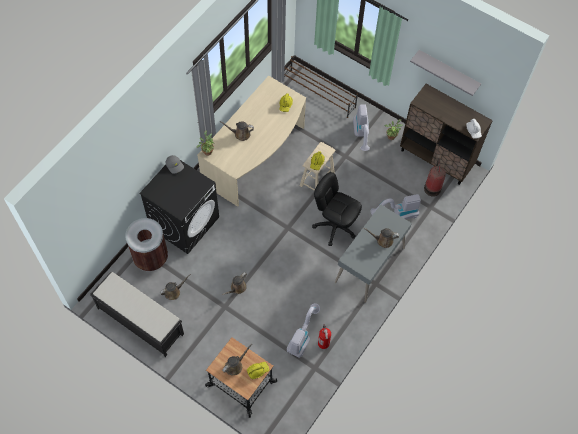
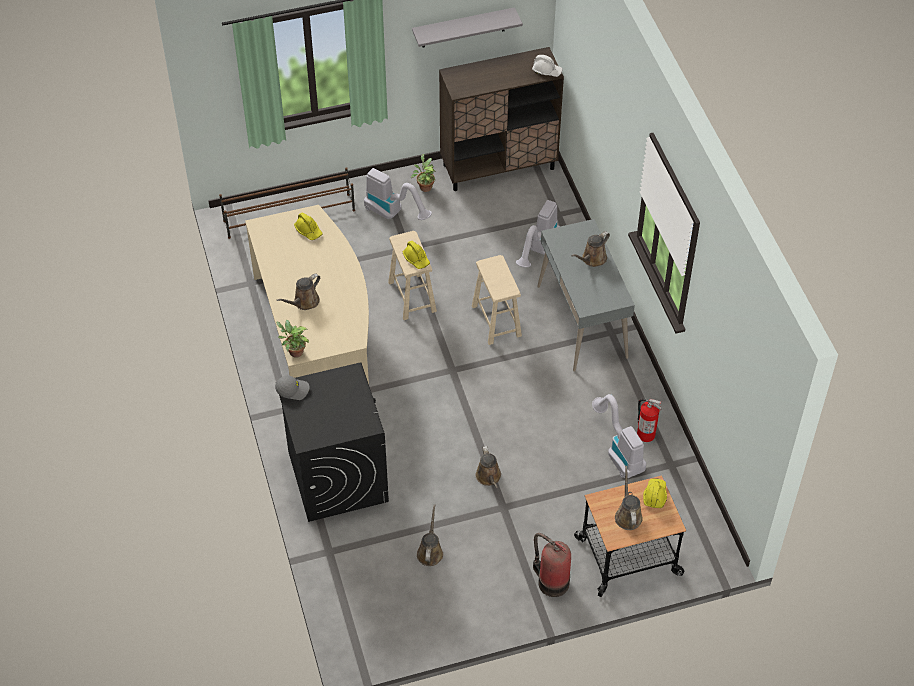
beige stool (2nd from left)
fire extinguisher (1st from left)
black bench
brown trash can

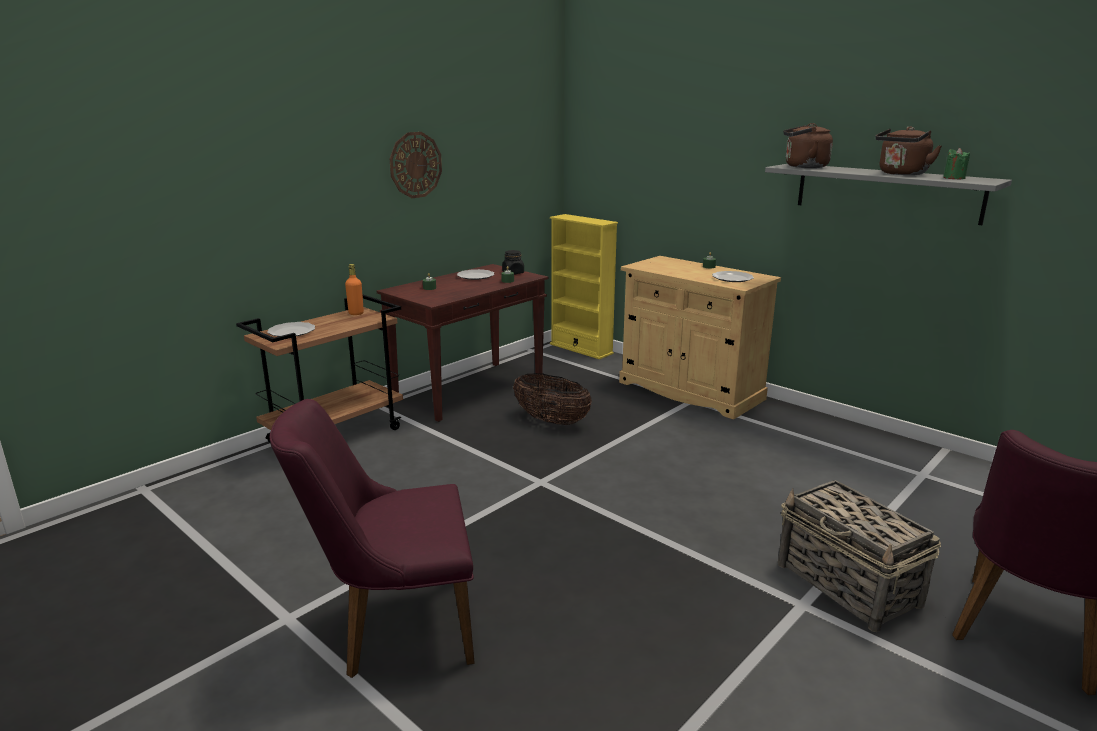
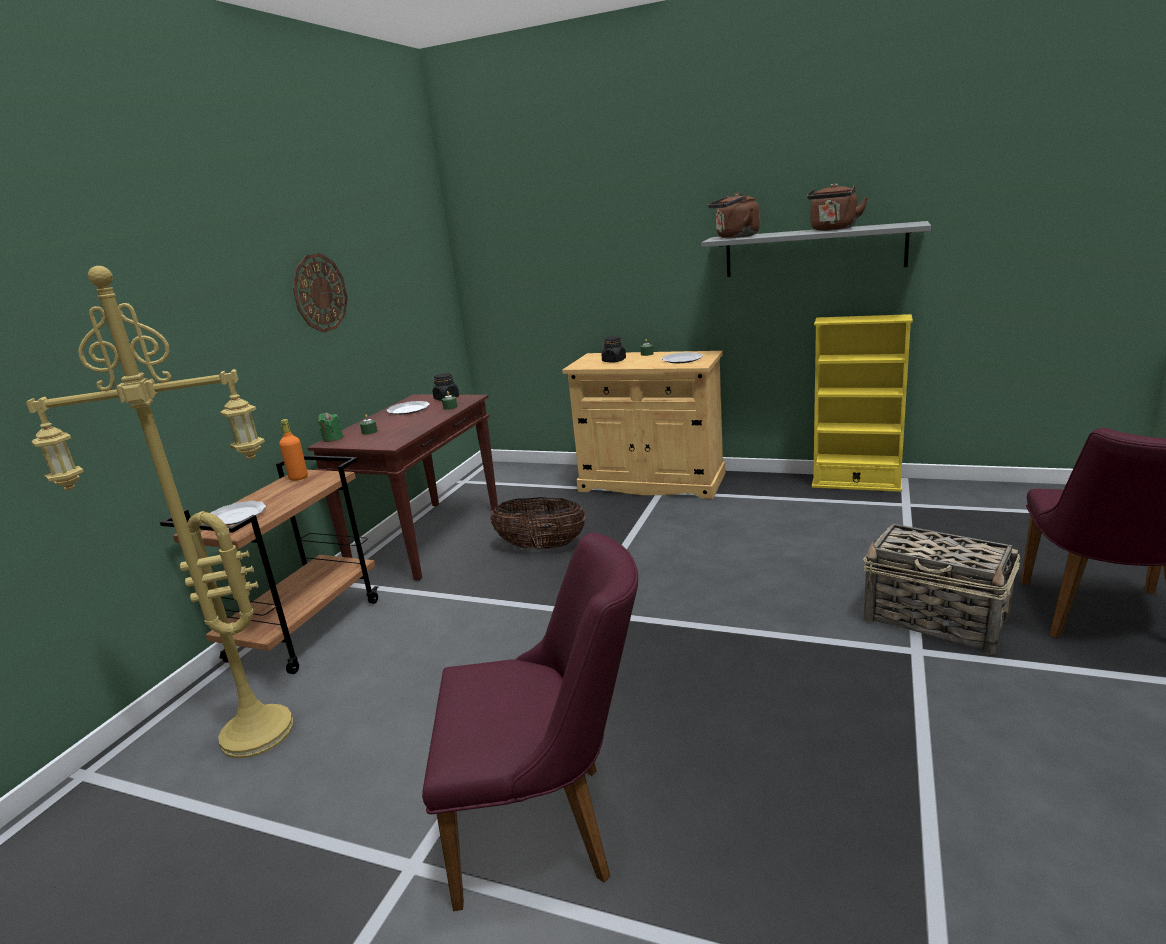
yellow floor lamp
green candle (1st from left)
purple chair (1st from left)
black jar (2nd from left)
yellow bookcase

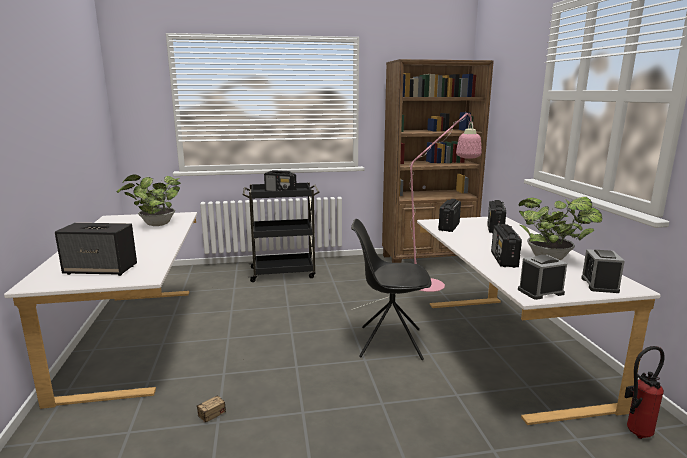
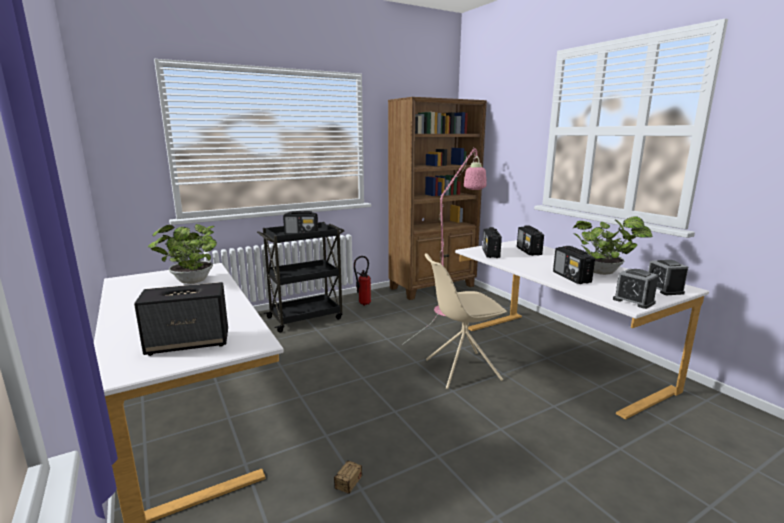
fire extinguisher
beige chair
alarm clock (1st from left)

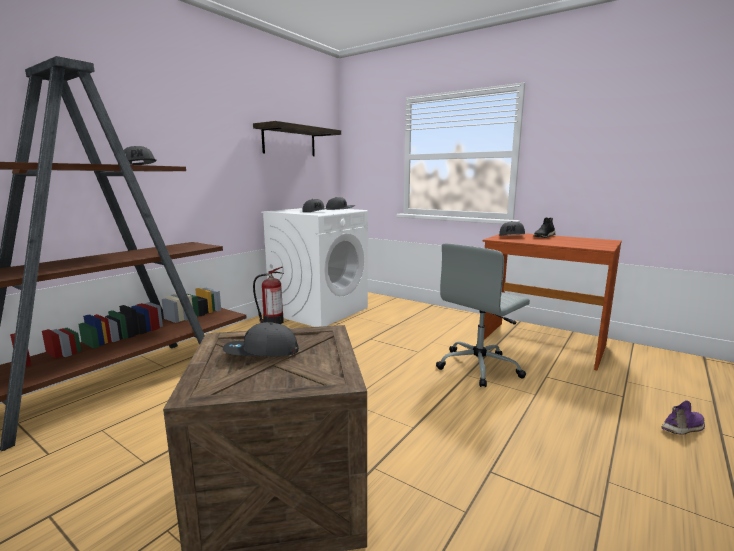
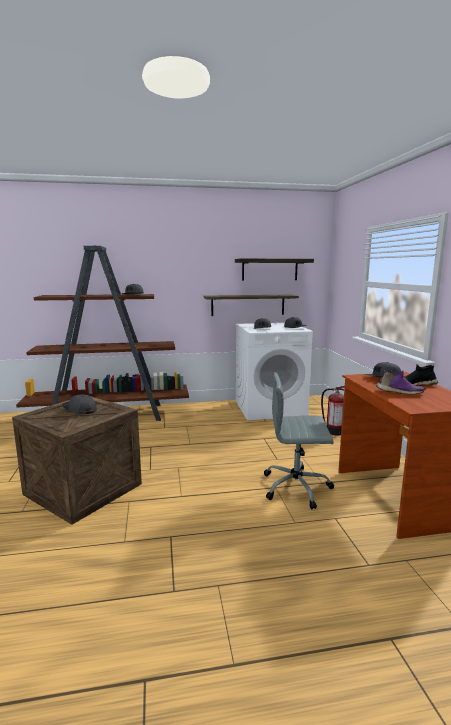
shelf (1st from left)
fire extinguisher
purple shoe

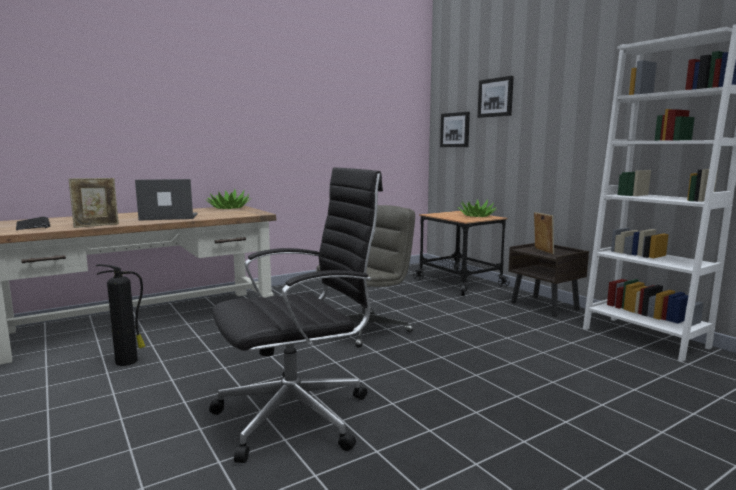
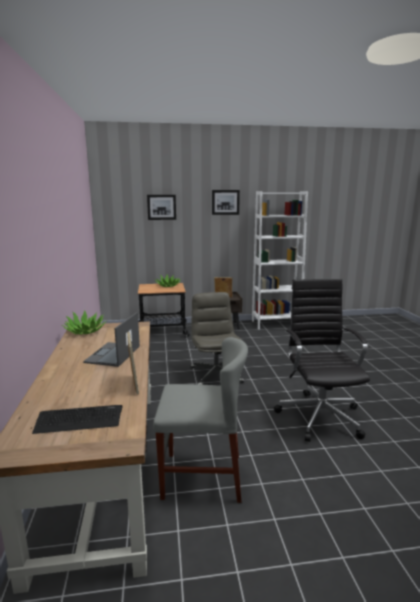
grey chair
picture (2nd from left)

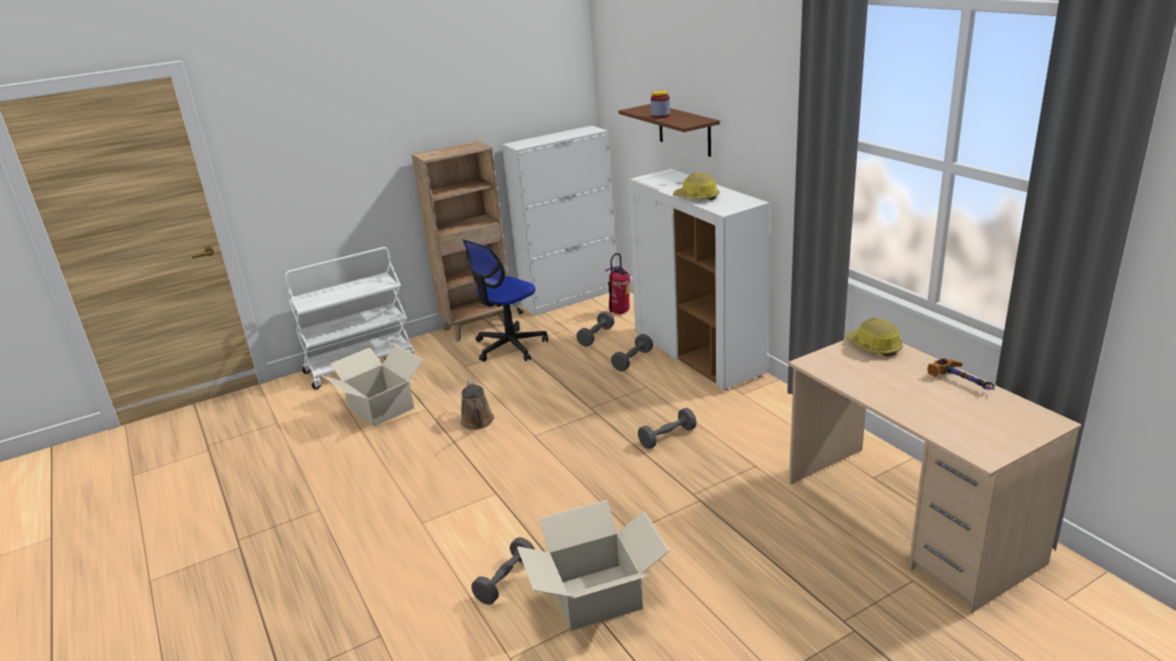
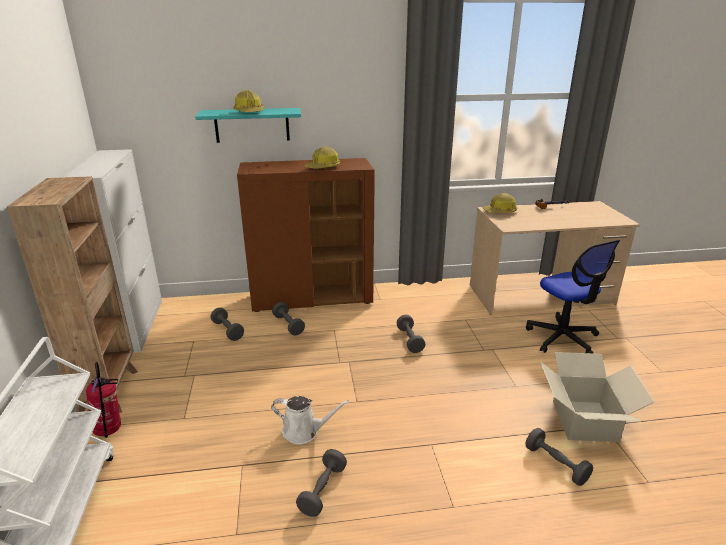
fire extinguisher
turquoise shelf
hard hat (1st from left)
brown cabinet
white watering can
grey dumbbell (3rd from left)
office chair
cardboard box (1st from left in the first image)

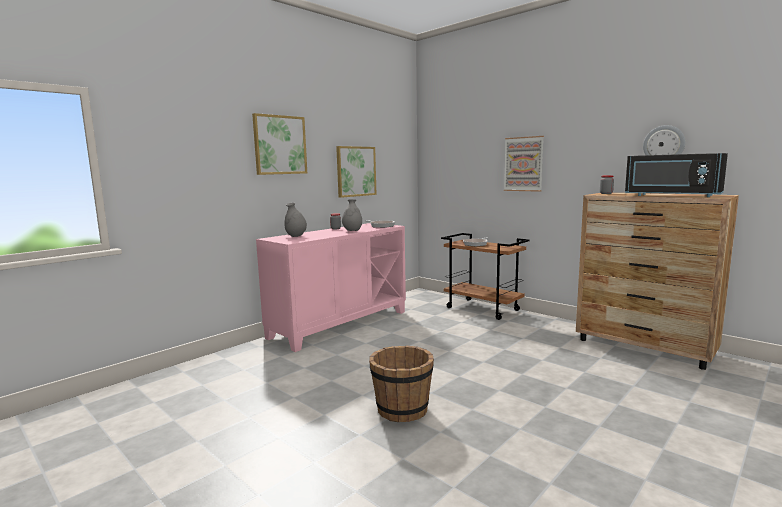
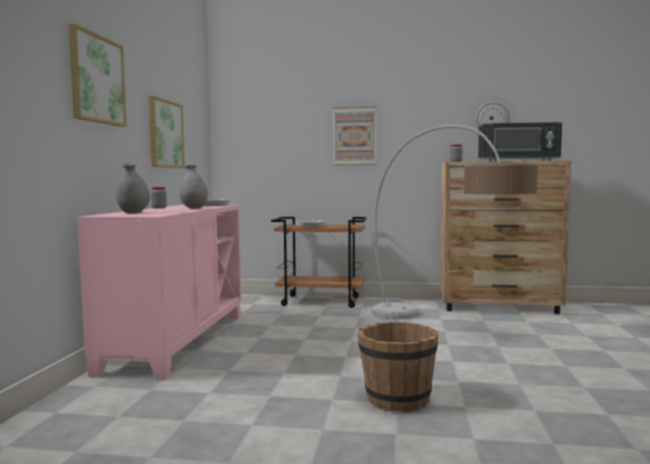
floor lamp

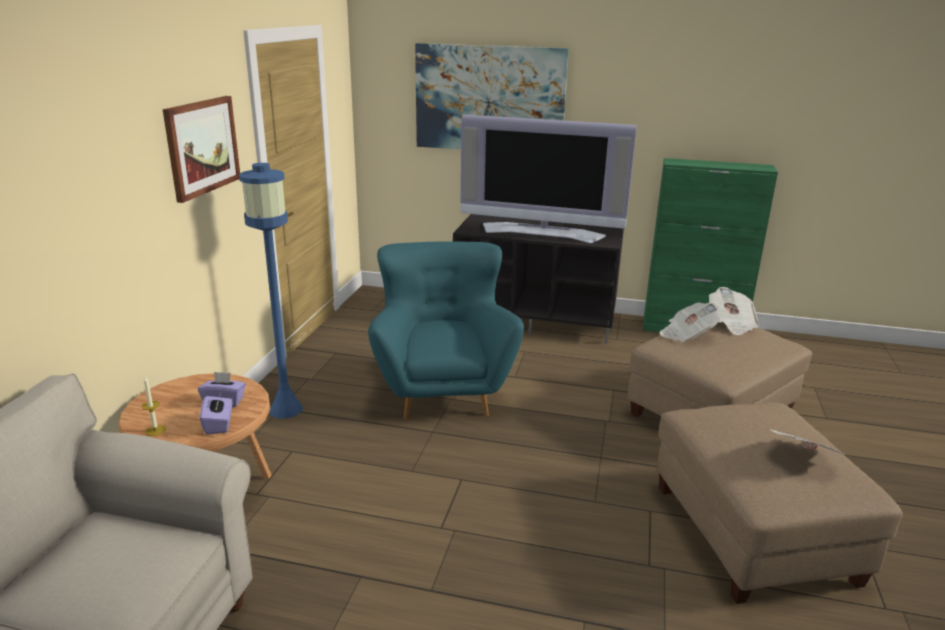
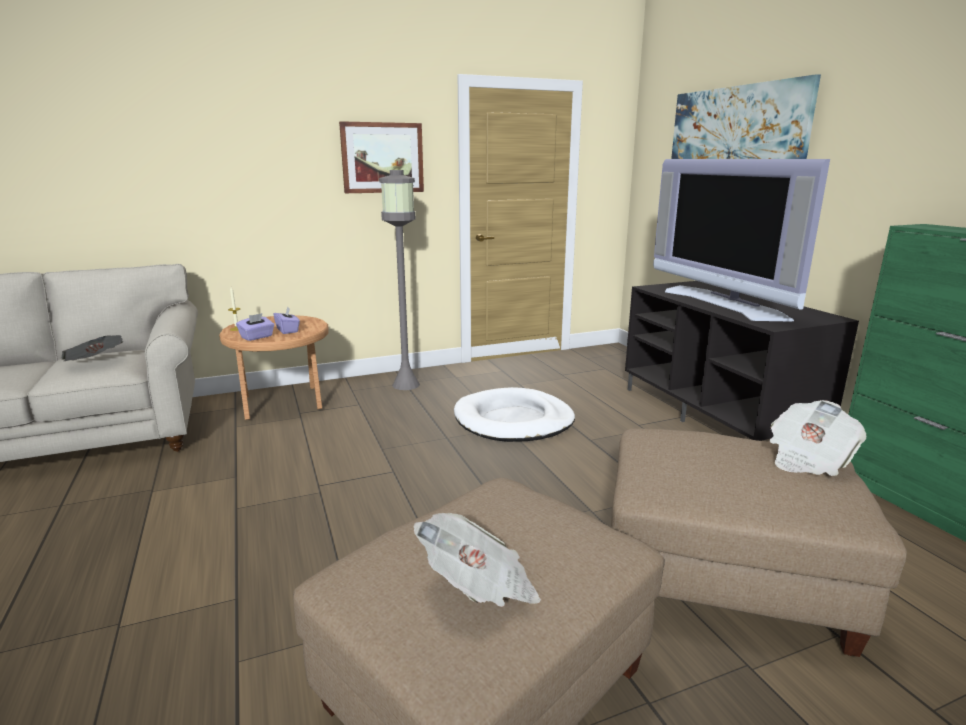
newspaper (1st from left)
grey floor lamp
white dog bed

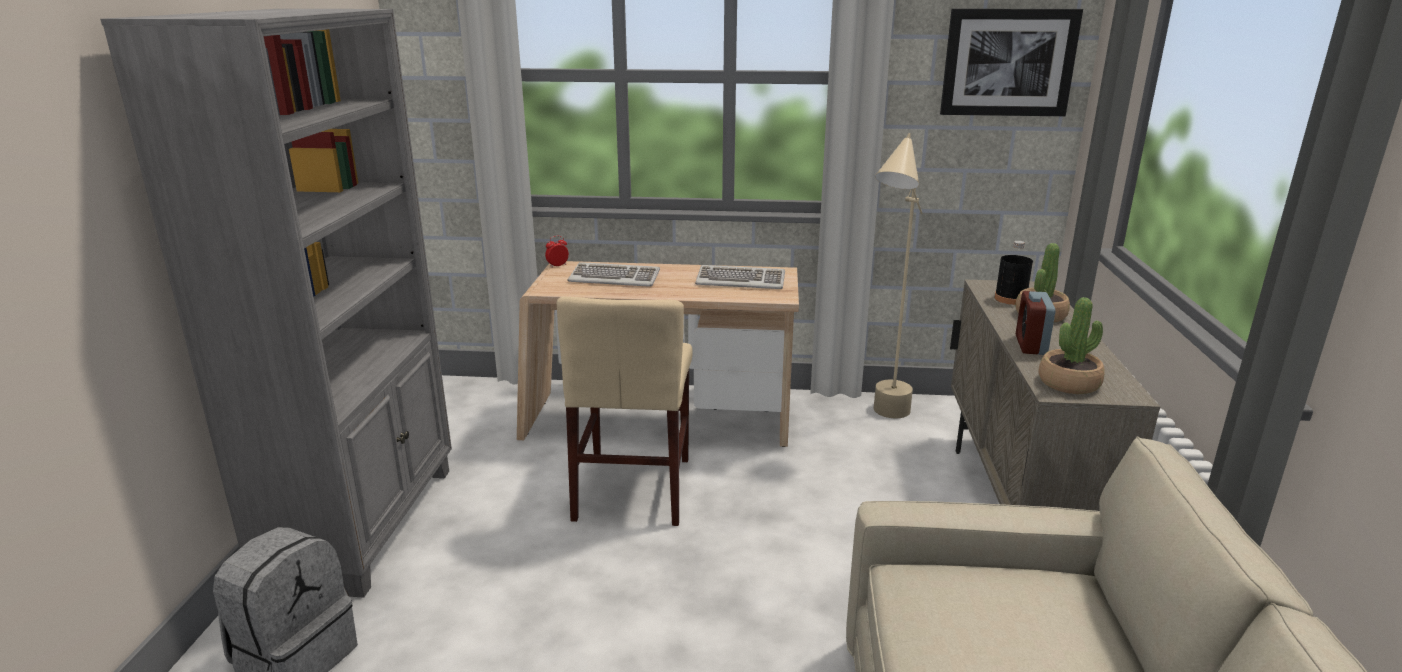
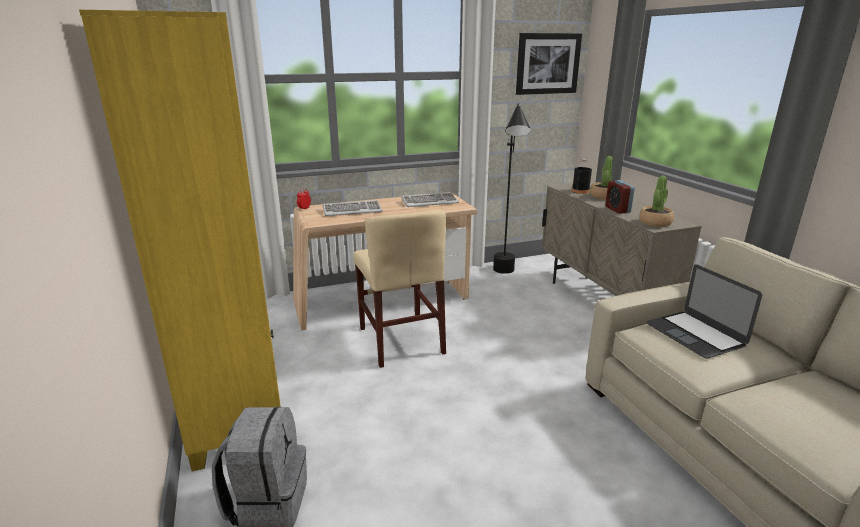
yellow bookcase
black floor lamp
laptop

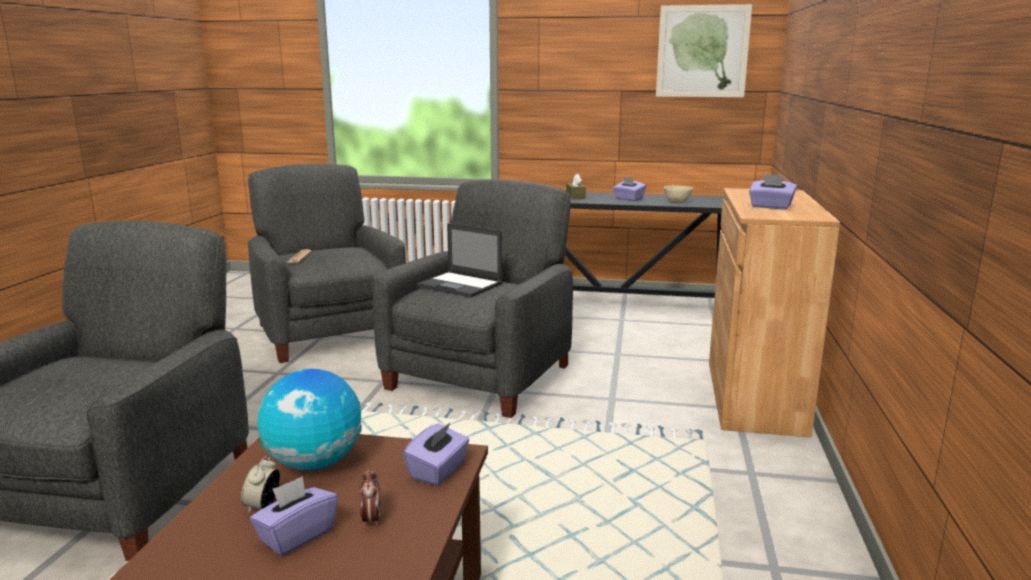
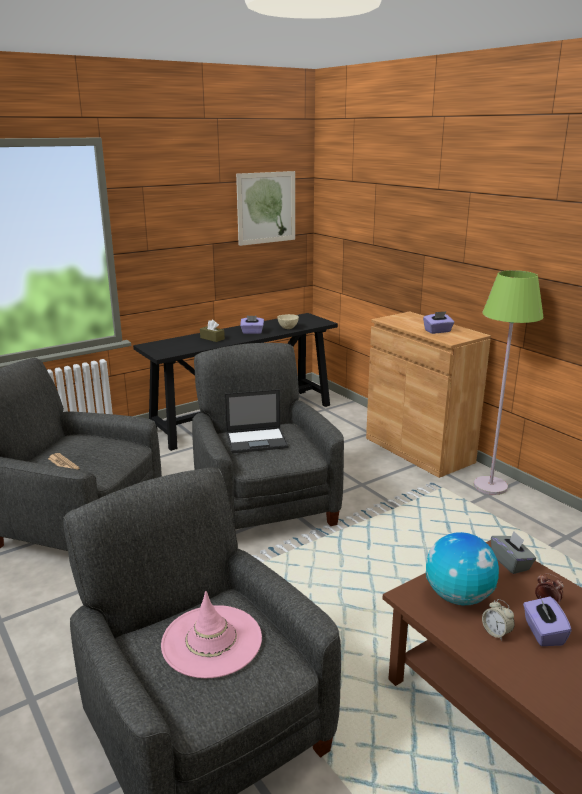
pink hat
green floor lamp
grey tissue box

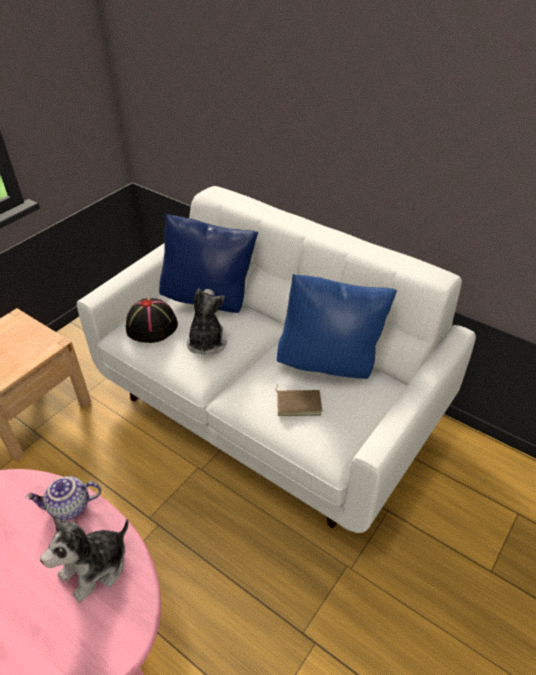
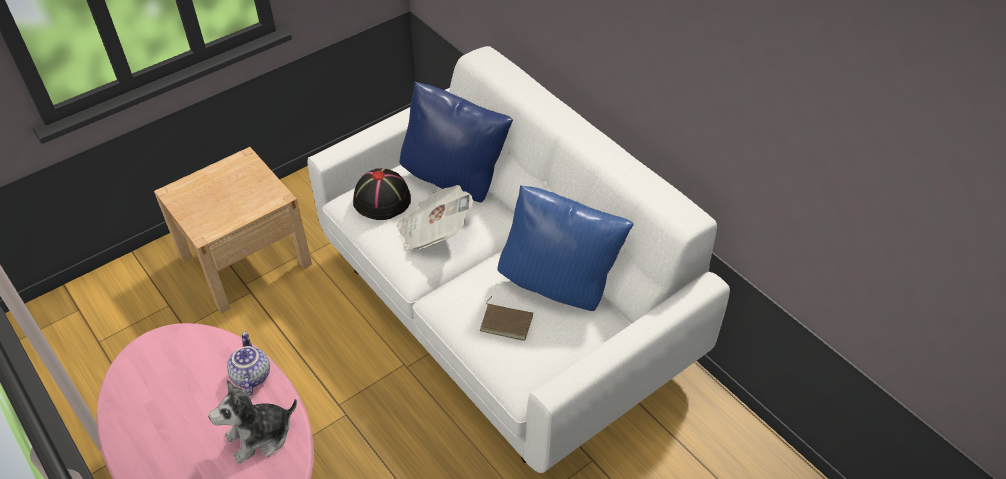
teapot
newspaper

